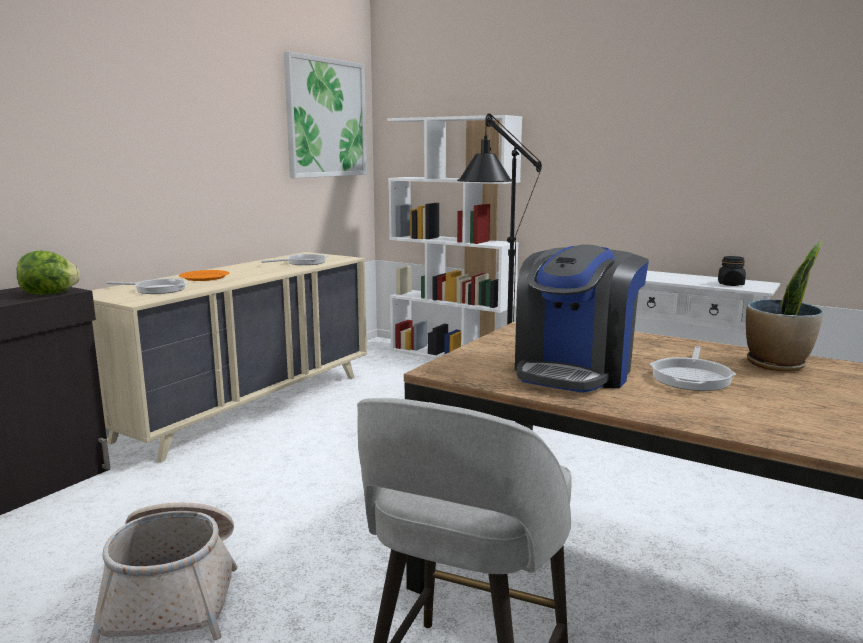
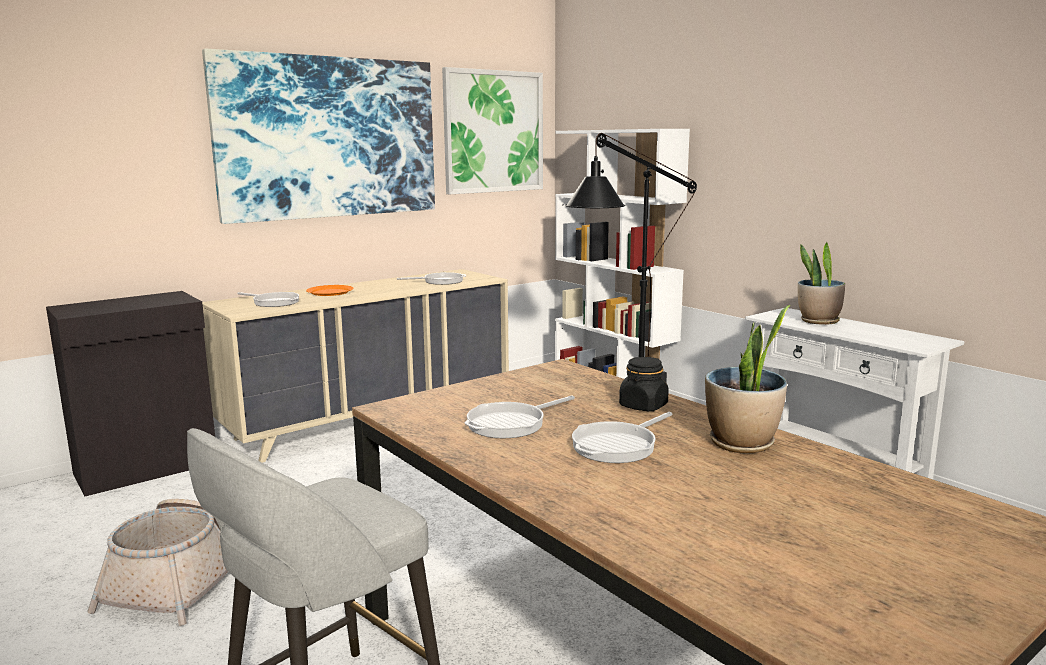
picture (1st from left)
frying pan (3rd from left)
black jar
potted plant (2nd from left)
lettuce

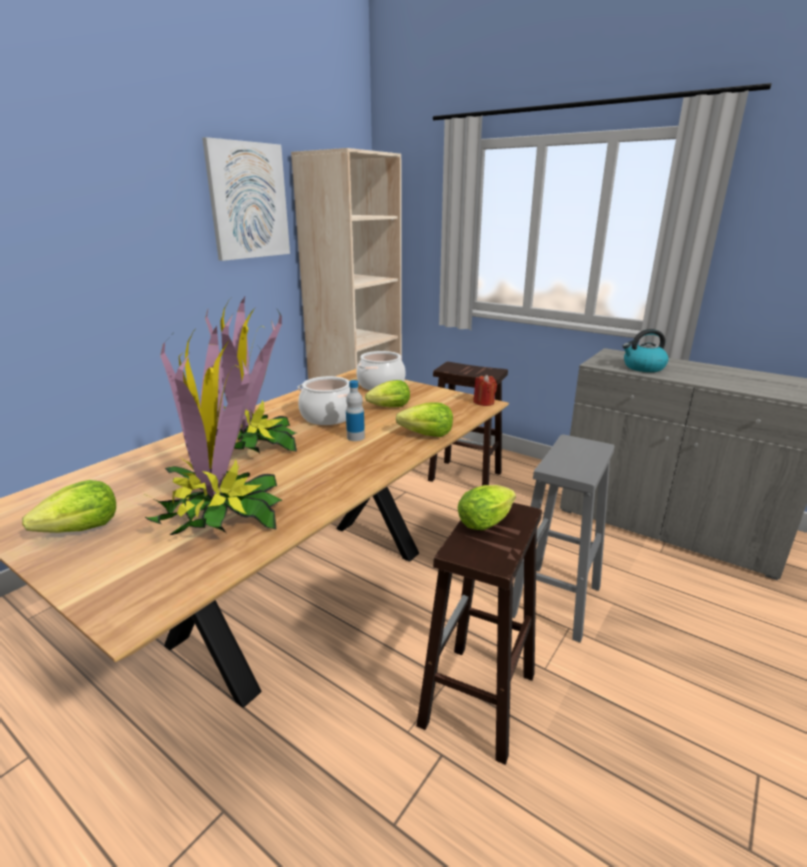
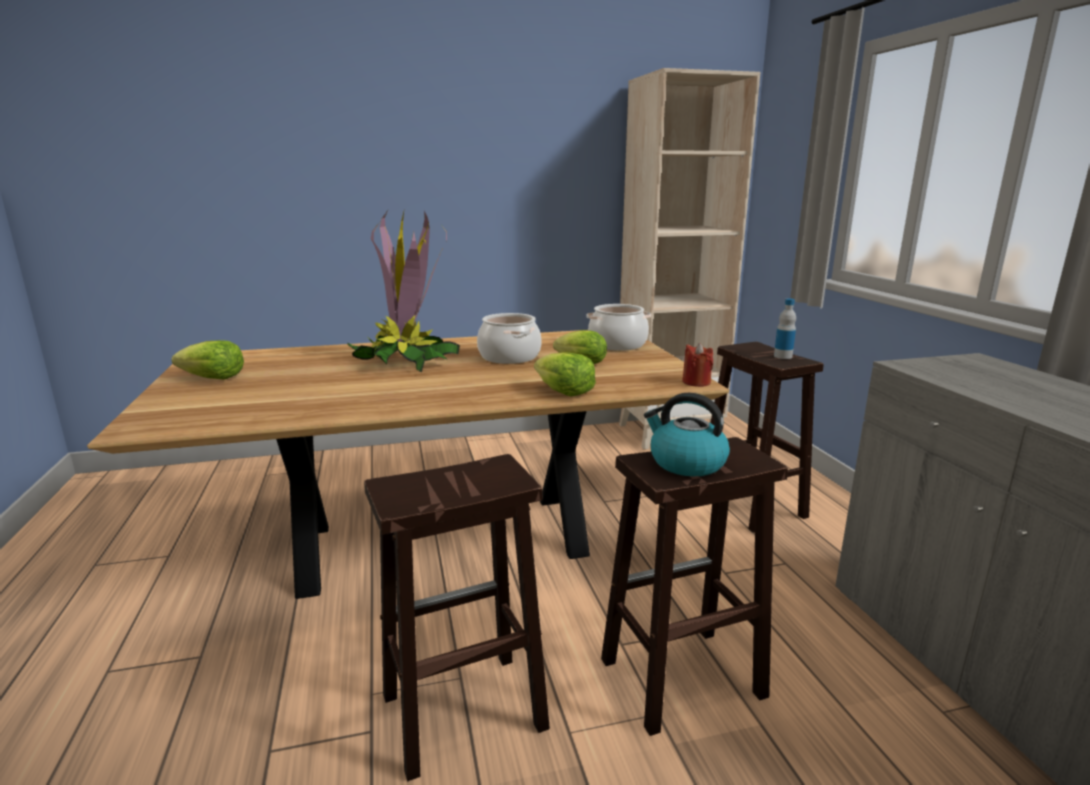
brown stool (2nd from left)
kettle
bottle
potted plant (1st from left in the first image)
picture
lettuce (4th from left in the first image)

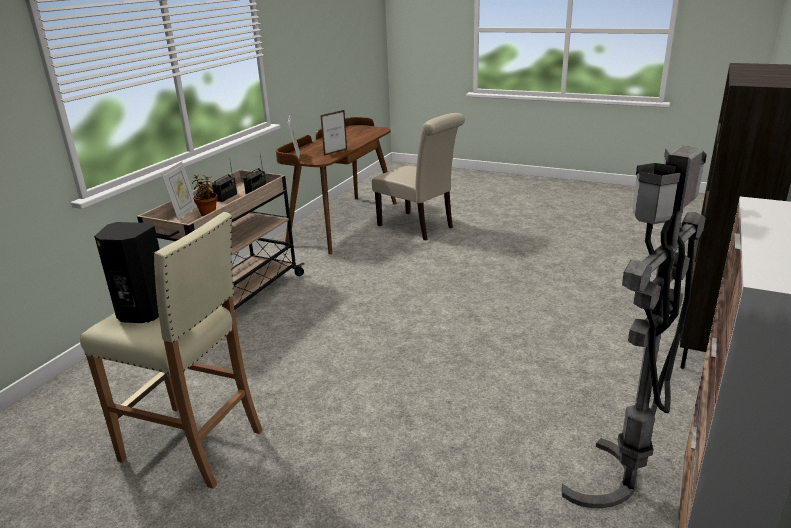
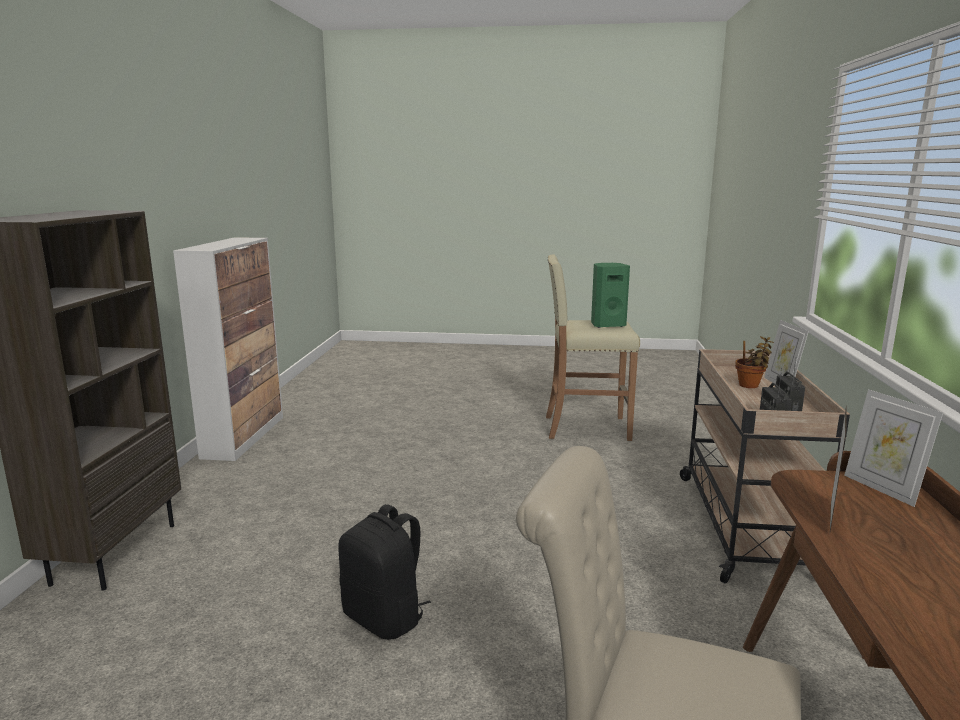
black backpack
green speaker
grey floor lamp

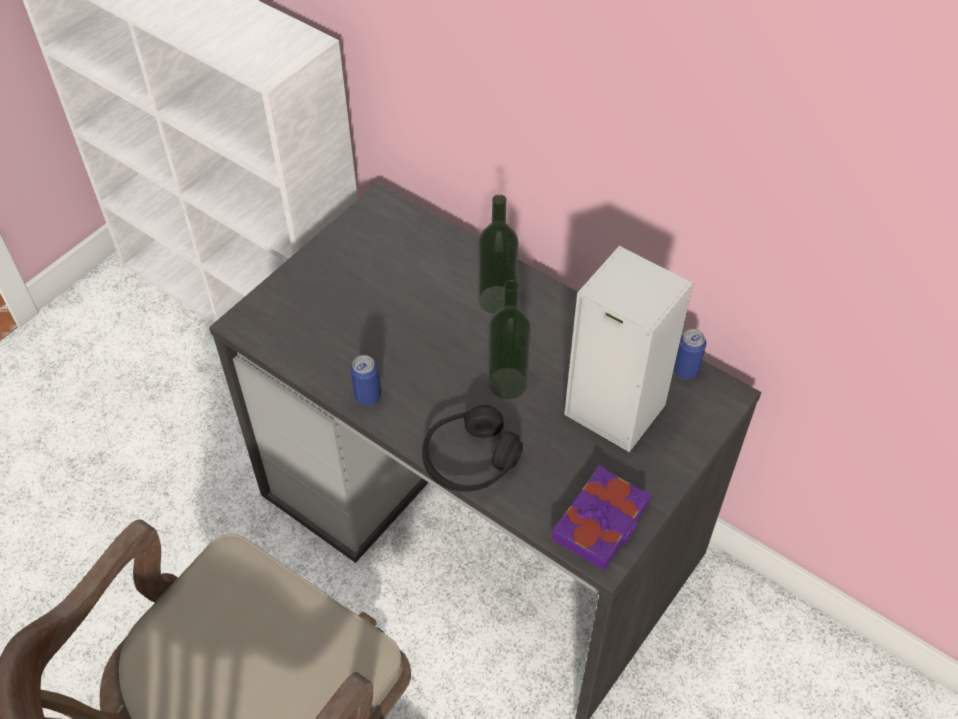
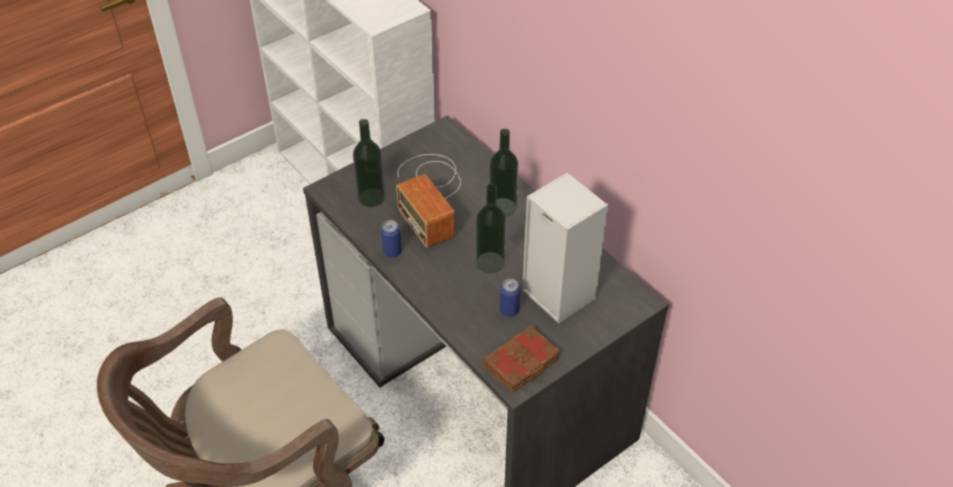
bottle (1st from left)
radio
brown book
can (2nd from left)
black headphones

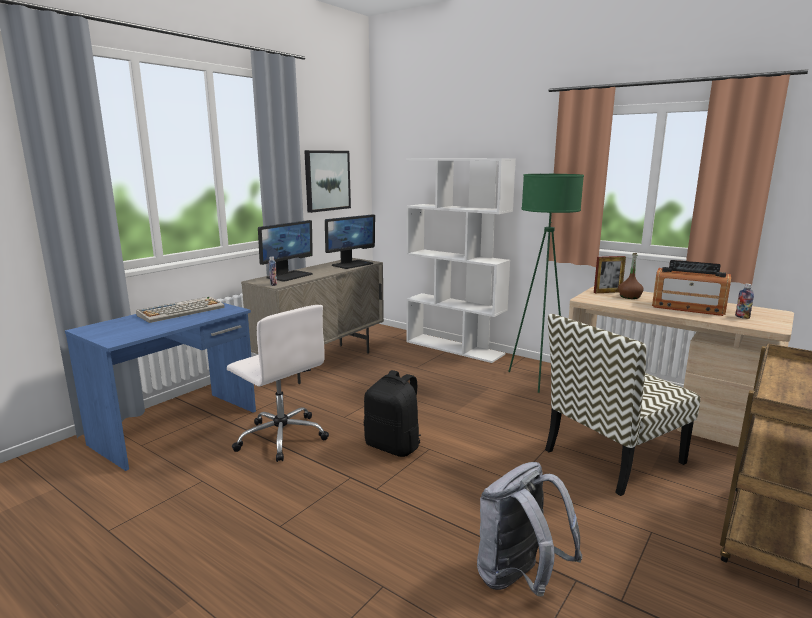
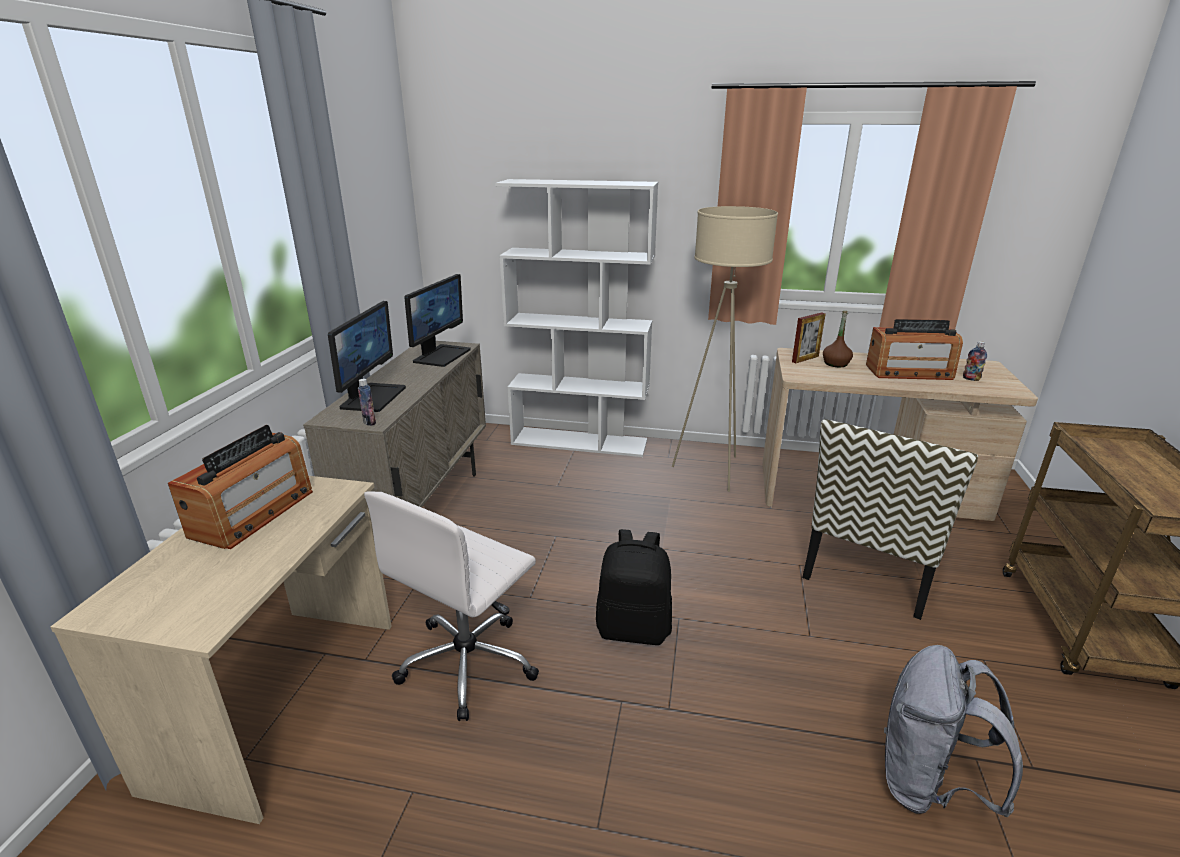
beige desk (1st from left)
radio (1st from left)
white office chair
beige floor lamp
picture

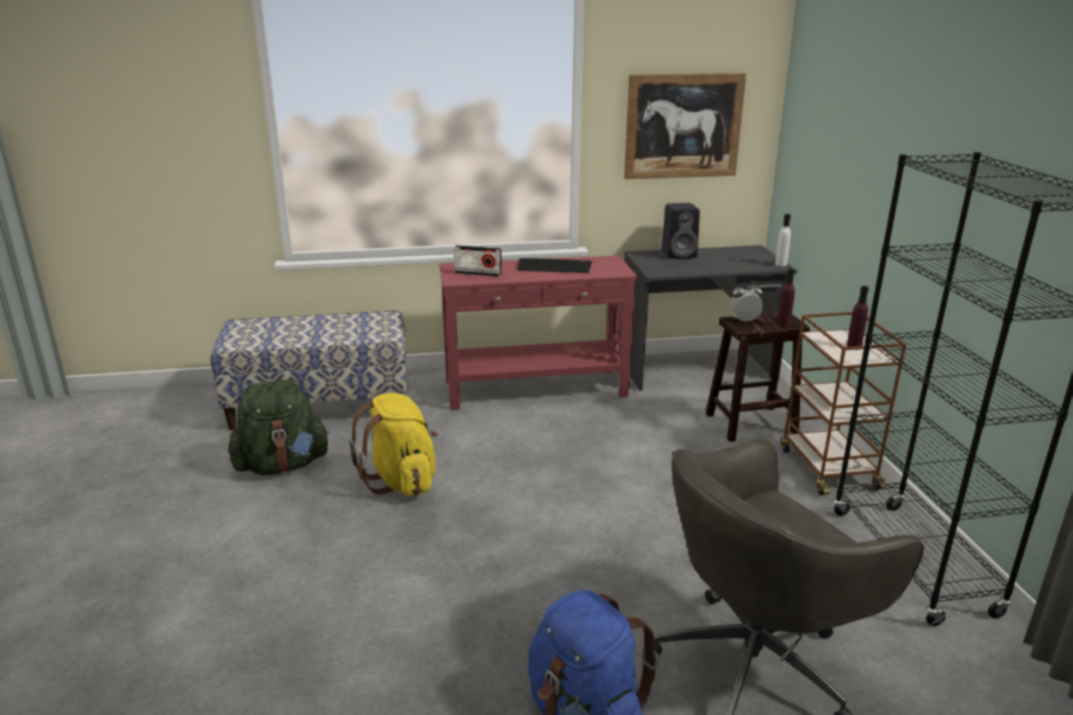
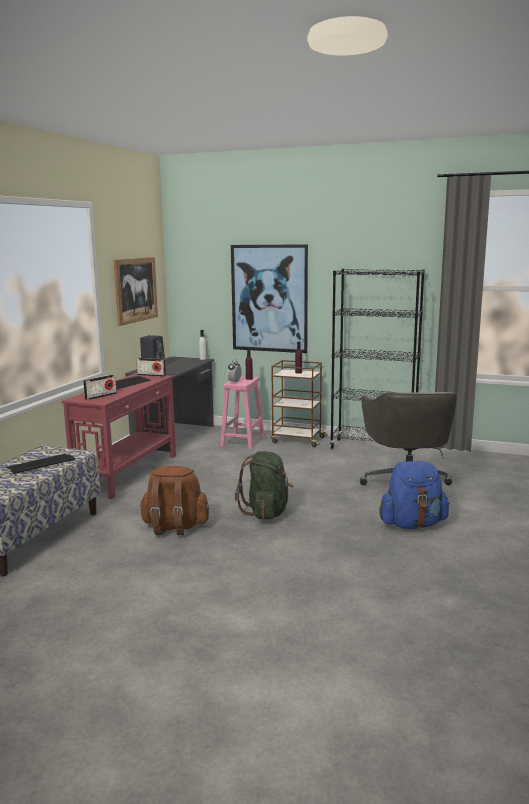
keyboard (1st from left)
radio (2nd from left)
brown backpack
pink stool
picture (2nd from left)
green backpack

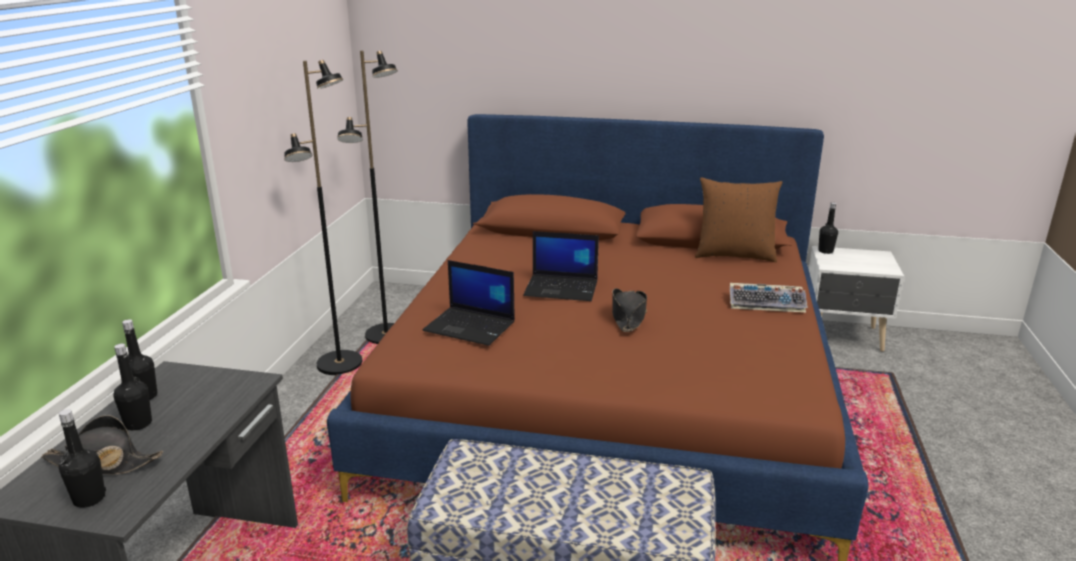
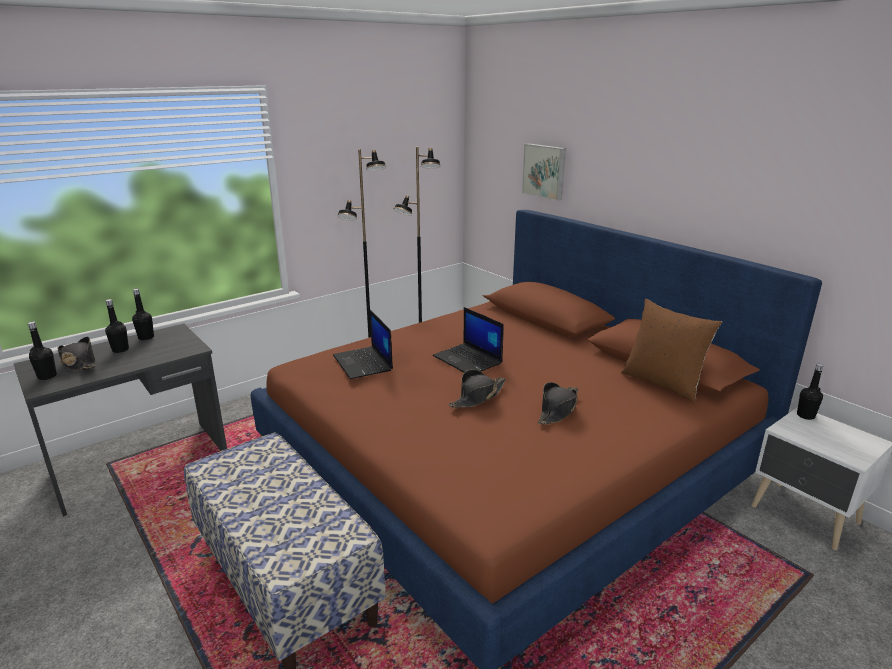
picture
black hat (3rd from left)
keyboard

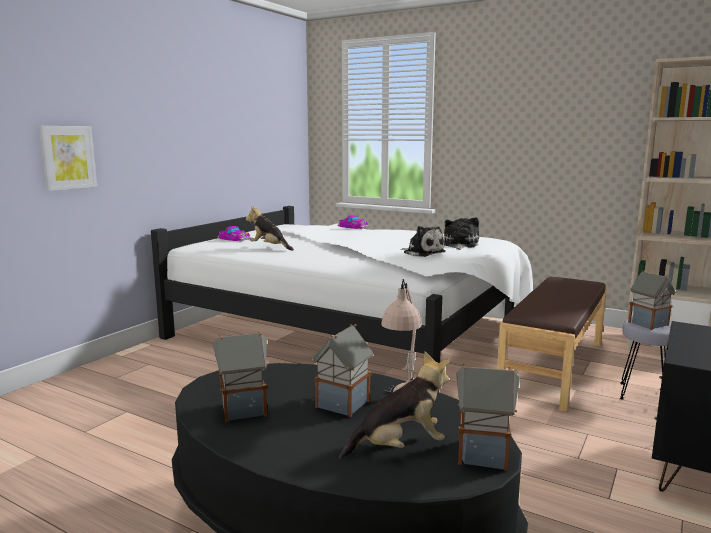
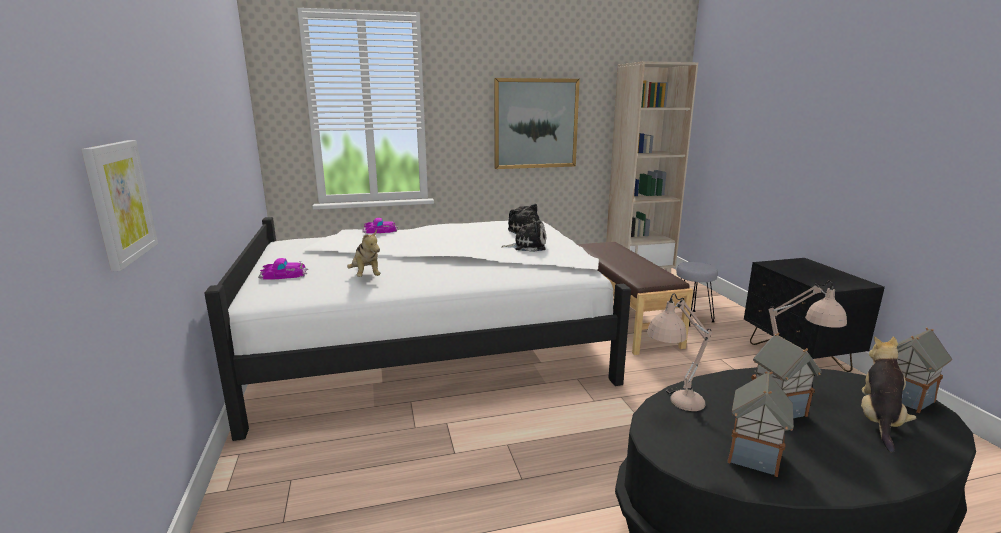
plush toy (1st from left)
picture (2nd from left)
beige table lamp (1st from left)
toy house (4th from left in the first image)

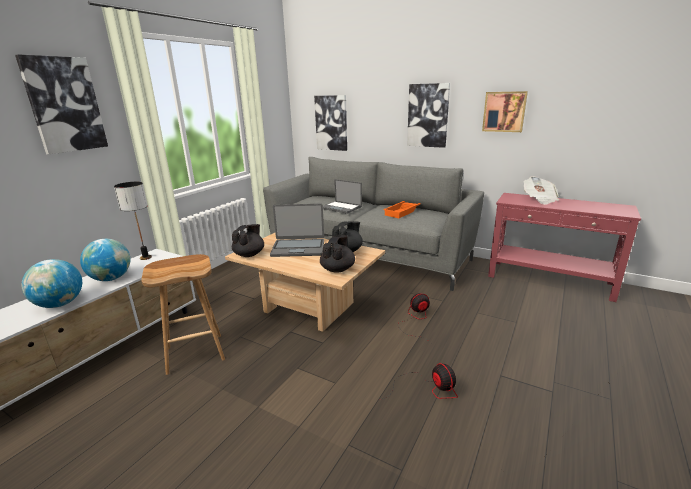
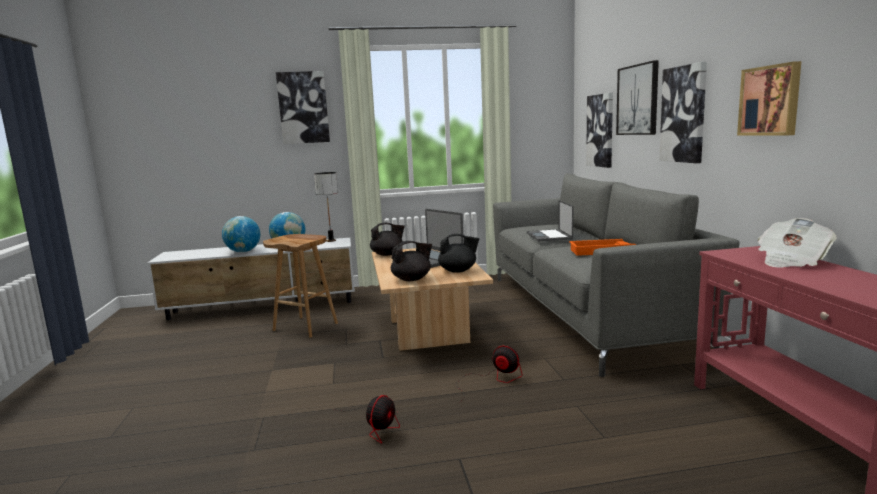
picture (3rd from left)

